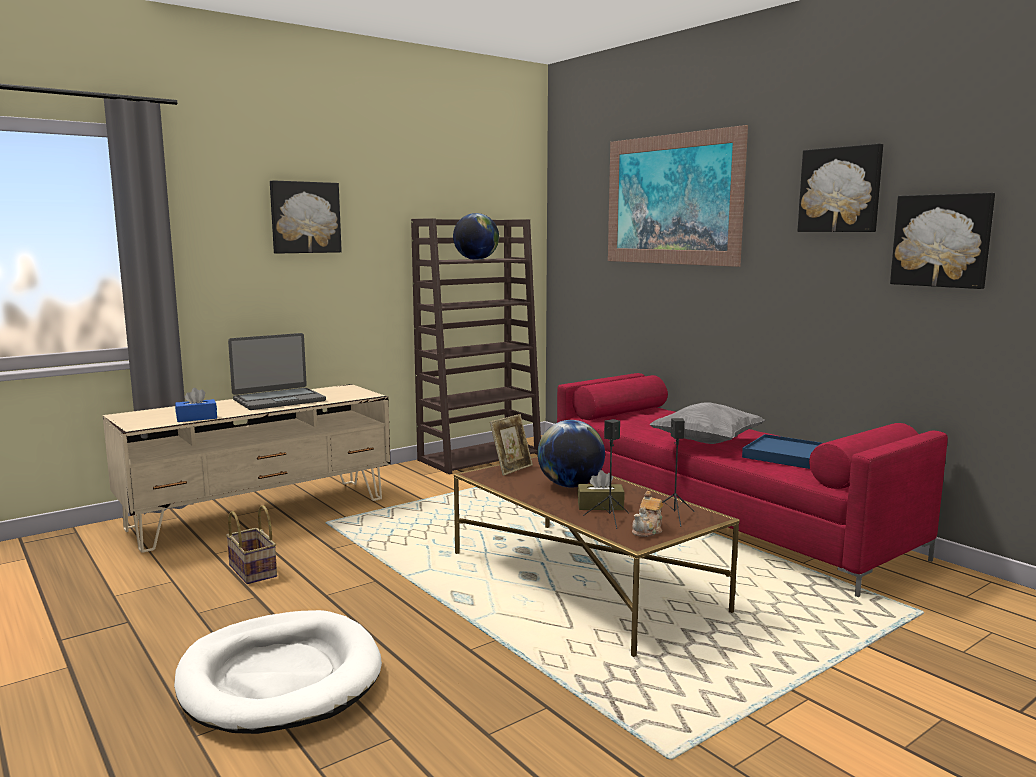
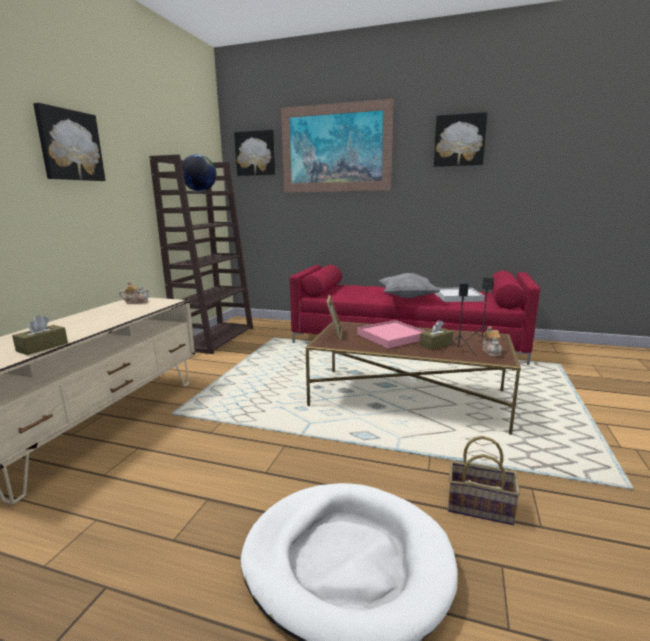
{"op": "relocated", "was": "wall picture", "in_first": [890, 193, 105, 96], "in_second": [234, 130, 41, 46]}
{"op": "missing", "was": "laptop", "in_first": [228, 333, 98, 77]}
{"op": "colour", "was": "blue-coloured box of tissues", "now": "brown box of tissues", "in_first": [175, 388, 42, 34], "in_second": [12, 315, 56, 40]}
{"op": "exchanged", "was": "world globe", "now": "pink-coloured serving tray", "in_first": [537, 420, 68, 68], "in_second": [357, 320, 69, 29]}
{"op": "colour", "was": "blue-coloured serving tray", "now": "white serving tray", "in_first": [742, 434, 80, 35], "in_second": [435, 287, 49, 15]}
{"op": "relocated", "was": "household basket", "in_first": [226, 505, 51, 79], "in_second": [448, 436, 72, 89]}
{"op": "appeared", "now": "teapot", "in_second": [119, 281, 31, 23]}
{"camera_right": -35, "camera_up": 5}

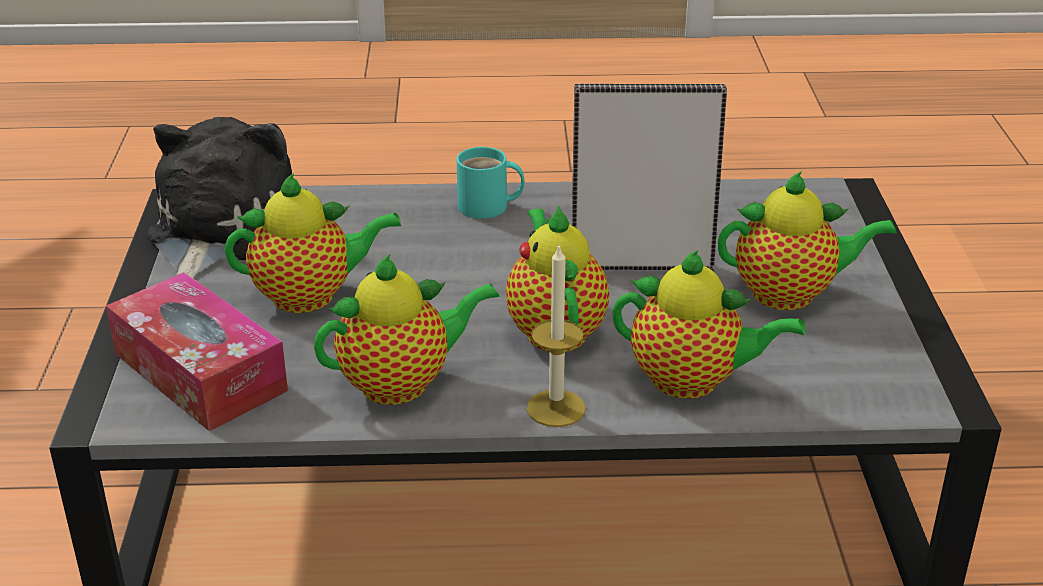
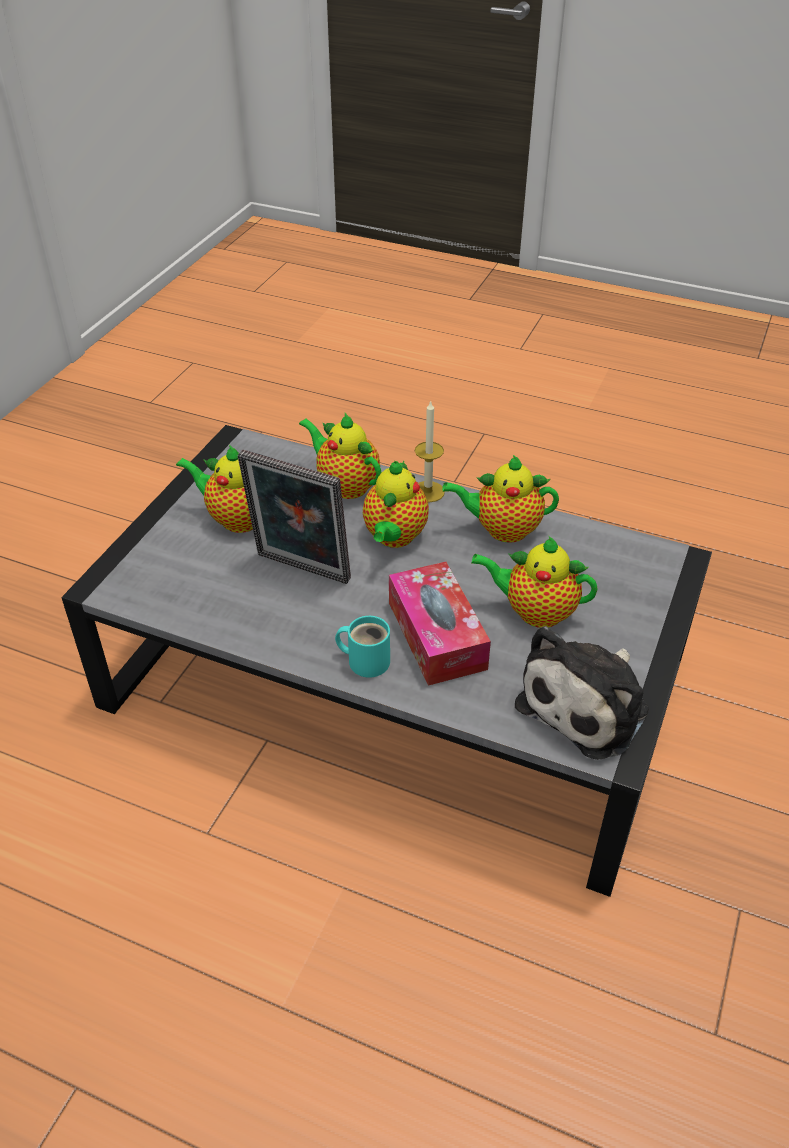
{"op": "relocated", "was": "box of tissues", "in_first": [106, 272, 182, 159], "in_second": [389, 562, 102, 124]}
{"camera_right": -155, "camera_up": 10}

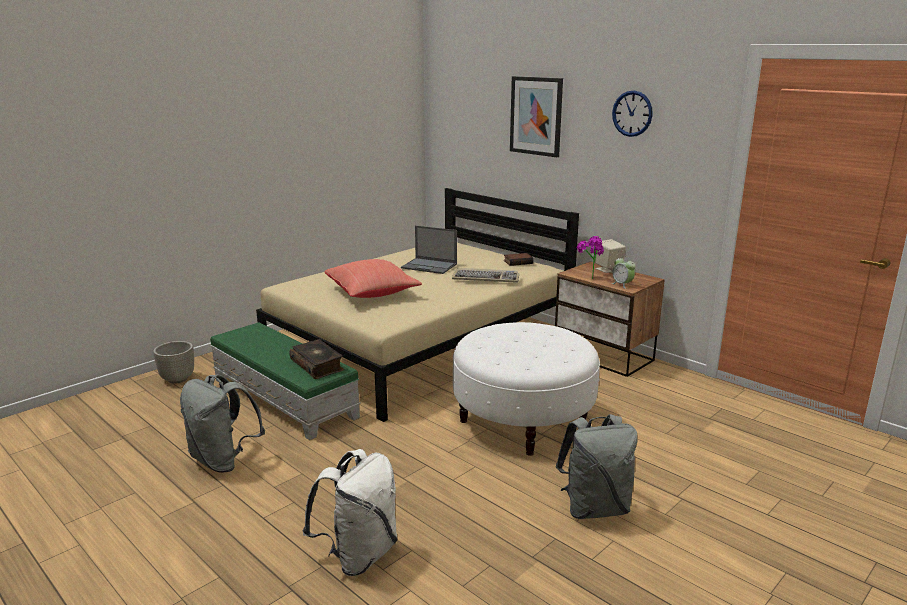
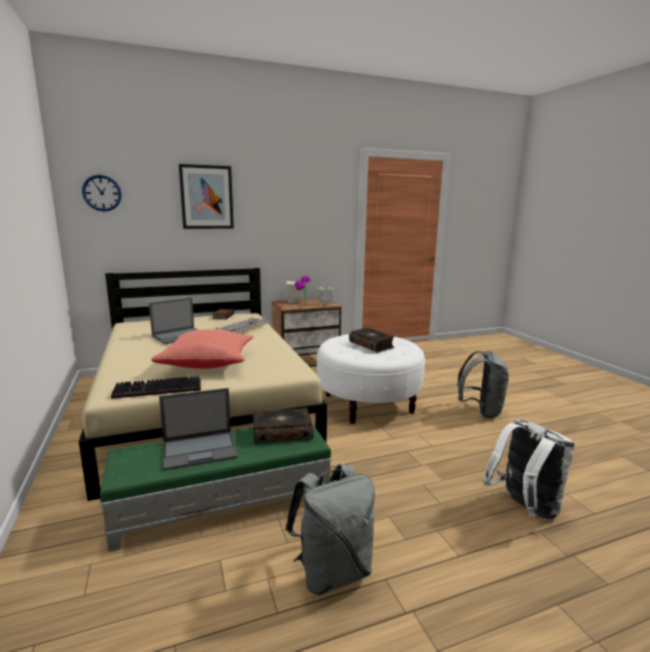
{"op": "relocated", "was": "hanging clock", "in_first": [612, 91, 41, 46], "in_second": [82, 175, 39, 36]}
{"op": "missing", "was": "gray flower pot", "in_first": [153, 341, 41, 43]}
{"op": "appeared", "now": "book", "in_second": [349, 327, 45, 26]}
{"op": "appeared", "now": "PC keyboard", "in_second": [111, 376, 90, 23]}
{"op": "appeared", "now": "laptop", "in_second": [159, 388, 79, 83]}
{"camera_right": -65, "camera_up": -5}

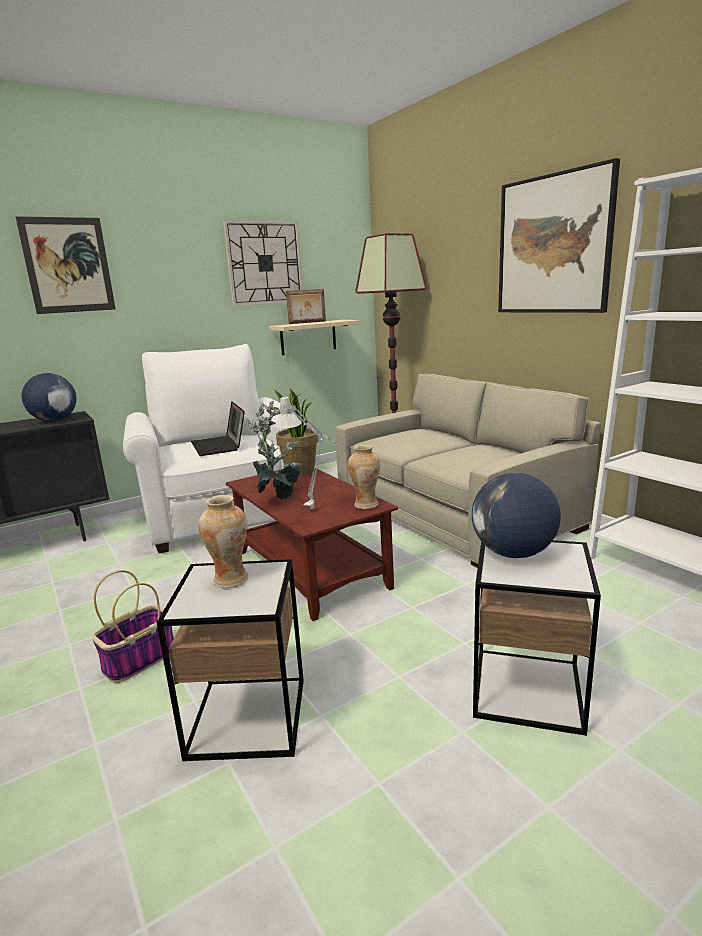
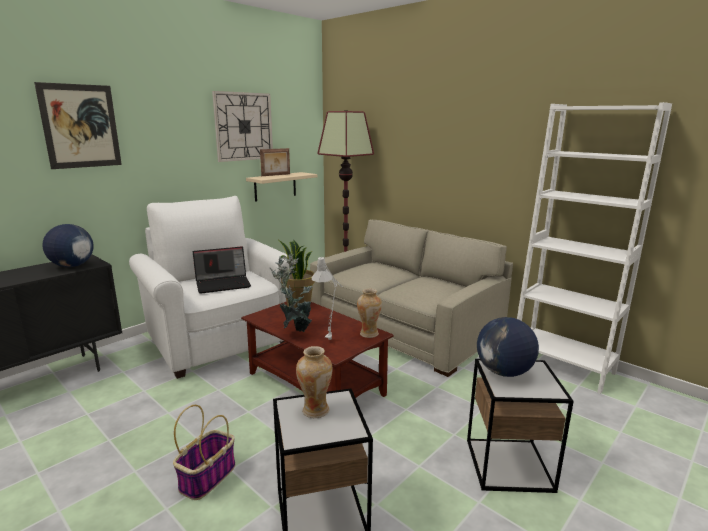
{"op": "missing", "was": "wall picture", "in_first": [498, 158, 122, 155]}
{"op": "spun", "was": "laptop", "in_first": [191, 401, 54, 55], "in_second": [193, 246, 58, 48], "clockwise": -75}
{"camera_right": -15, "camera_up": 0}

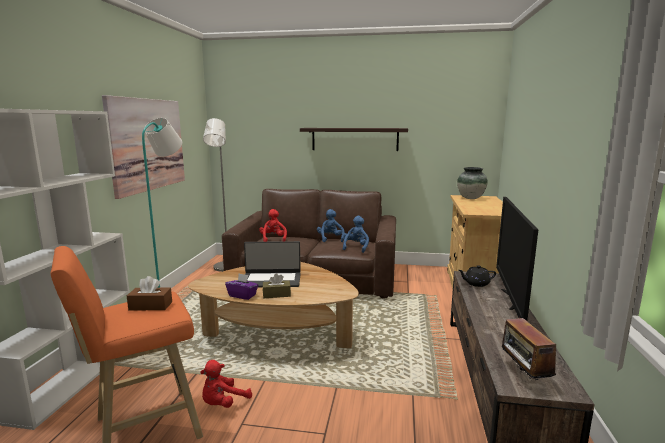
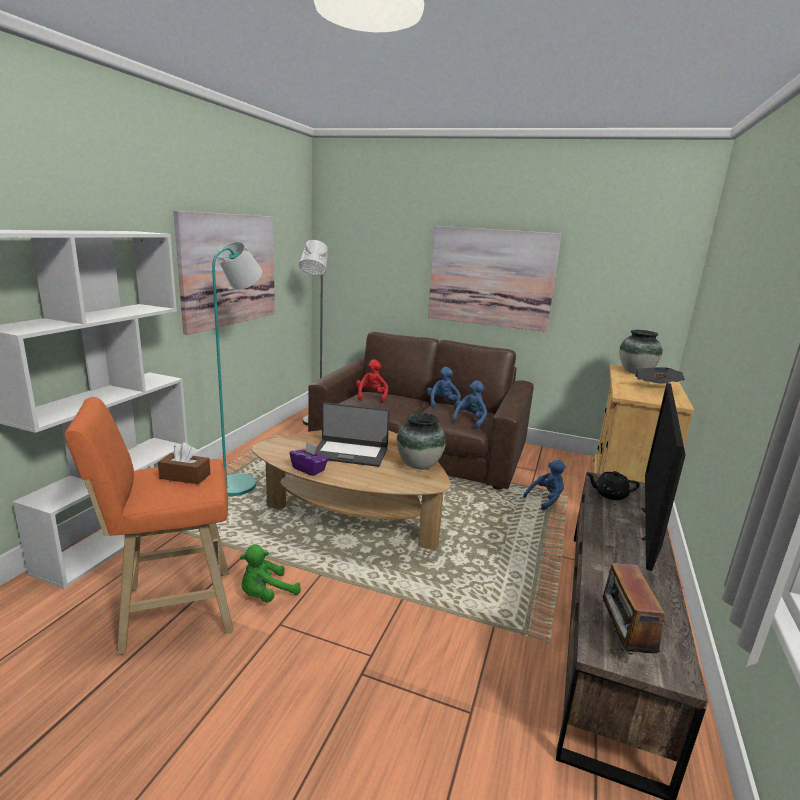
{"op": "exchanged", "was": "wall shelf", "now": "wall picture", "in_first": [300, 128, 108, 23], "in_second": [428, 226, 134, 106]}
{"op": "missing", "was": "brown box of tissues", "in_first": [263, 273, 28, 25]}
{"op": "colour", "was": "red-coloured cuddly toy", "now": "green cuddly toy", "in_first": [200, 360, 52, 48], "in_second": [240, 544, 61, 59]}
{"op": "appeared", "now": "printed paper", "in_second": [634, 367, 51, 17]}
{"op": "appeared", "now": "decorative vase", "in_second": [397, 412, 49, 58]}
{"op": "appeared", "now": "blue-coloured cuddly toy", "in_second": [523, 460, 43, 51]}
{"camera_right": 10, "camera_up": 5}

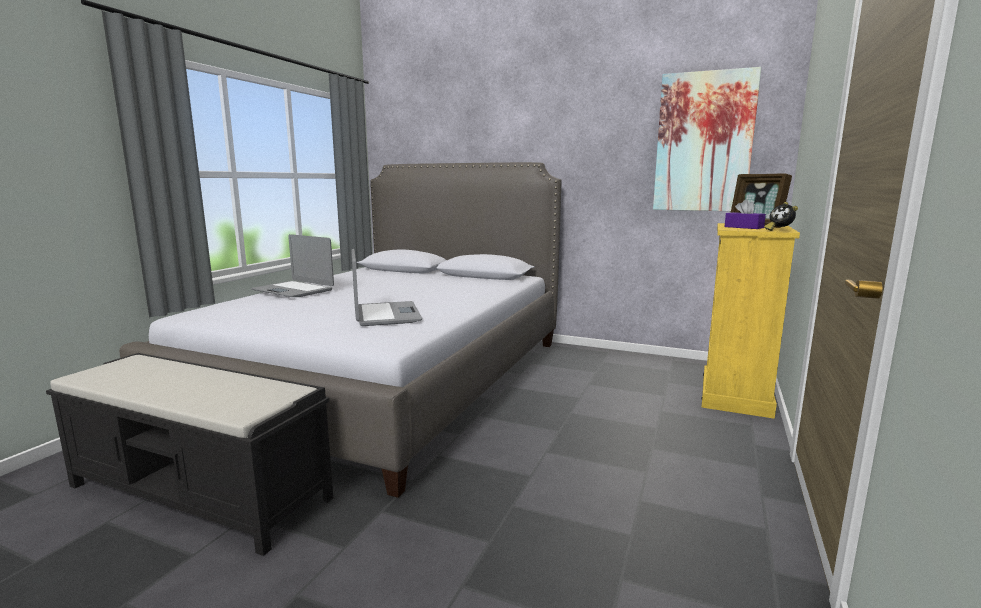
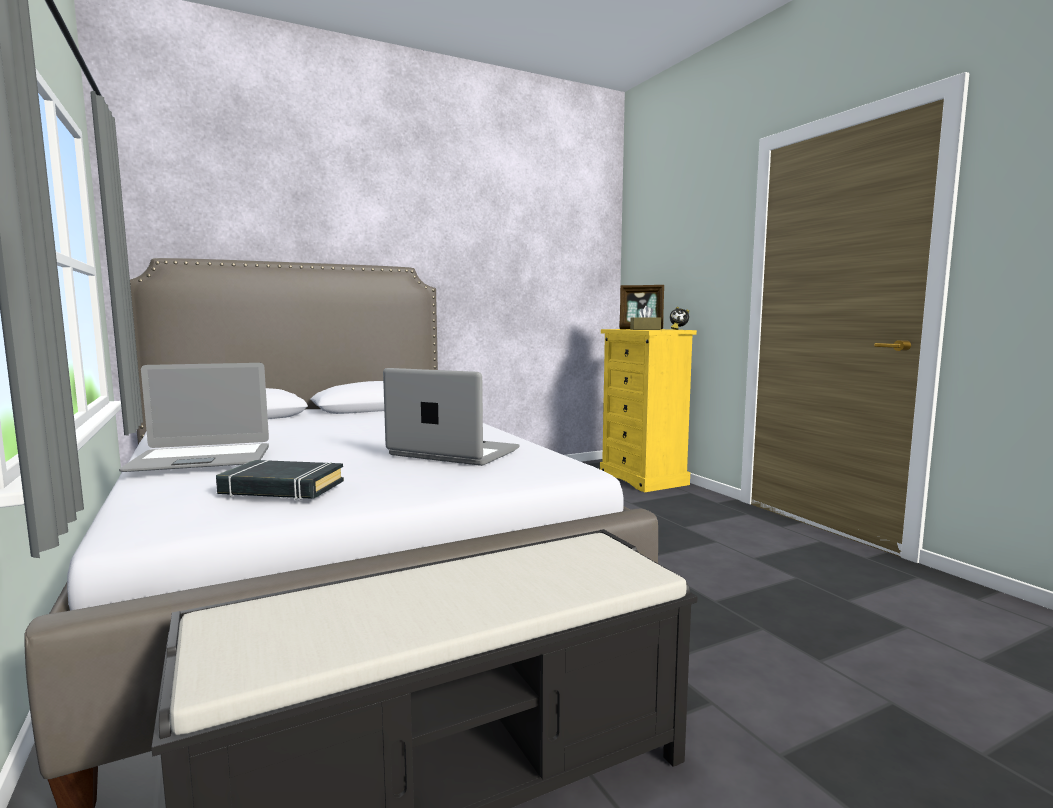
{"op": "missing", "was": "wall picture", "in_first": [653, 67, 108, 144]}
{"op": "colour", "was": "purple box of tissues", "now": "brown box of tissues", "in_first": [725, 199, 41, 30], "in_second": [630, 306, 31, 24]}
{"op": "appeared", "now": "black-coloured book", "in_second": [216, 460, 128, 39]}
{"camera_right": -50, "camera_up": -5}

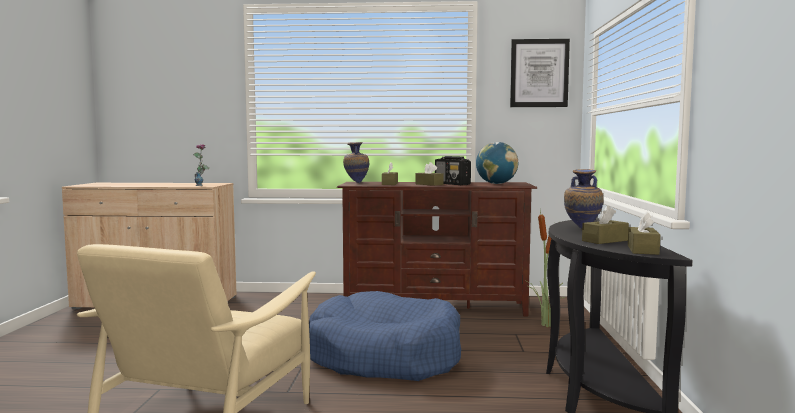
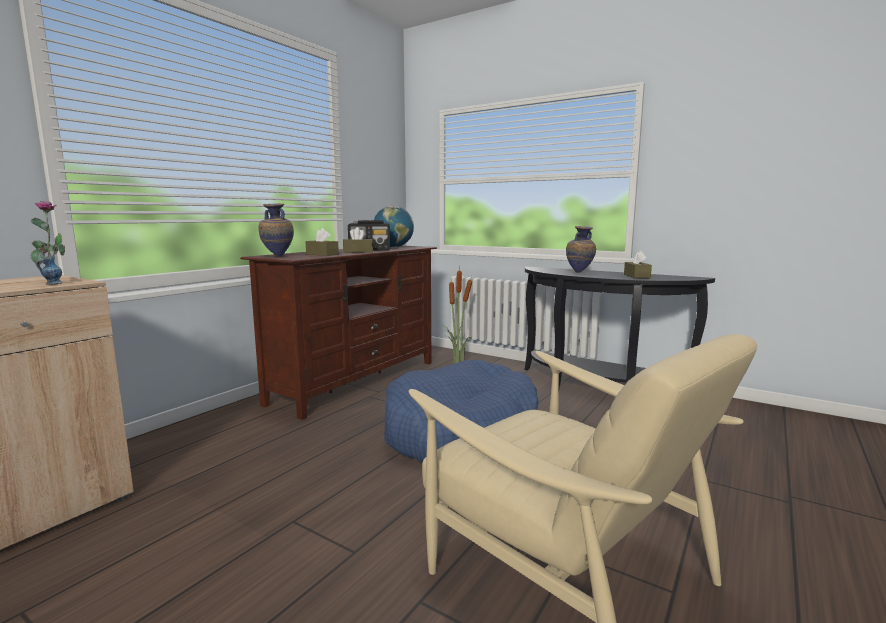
{"op": "missing", "was": "wall picture", "in_first": [510, 39, 60, 68]}
{"op": "missing", "was": "brown box of tissues", "in_first": [628, 211, 32, 44]}
{"camera_right": -60, "camera_up": 5}

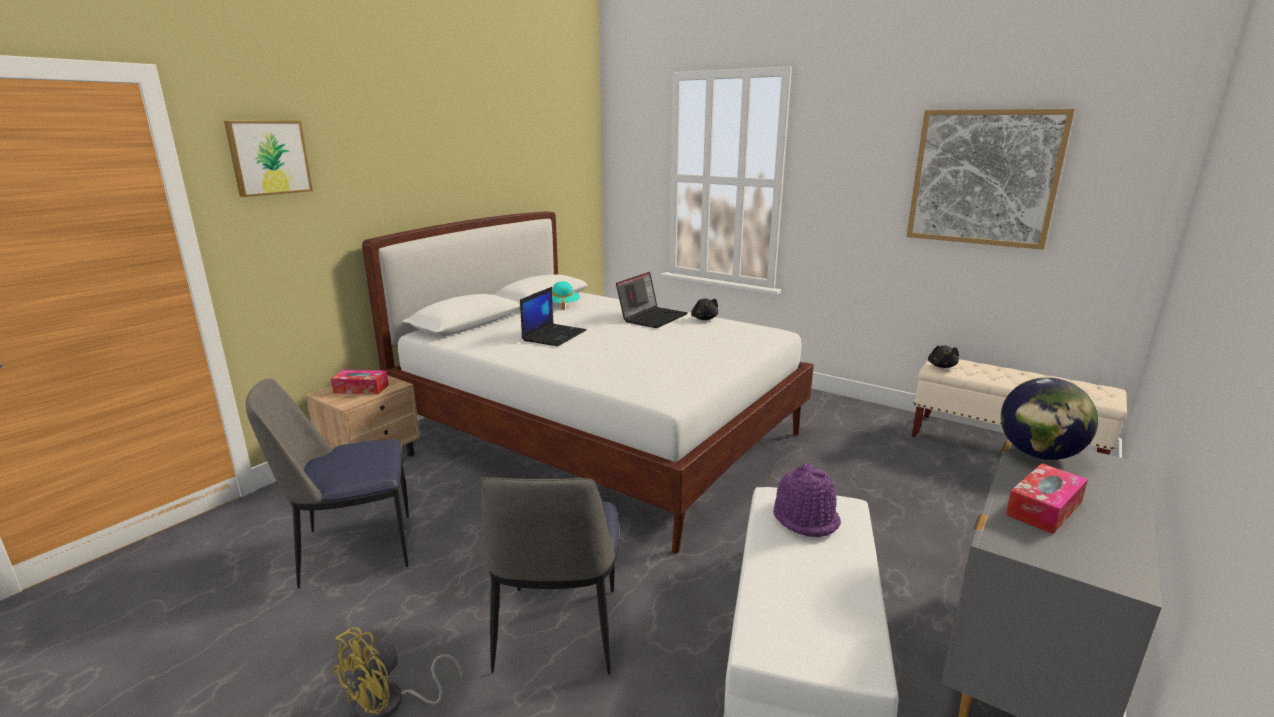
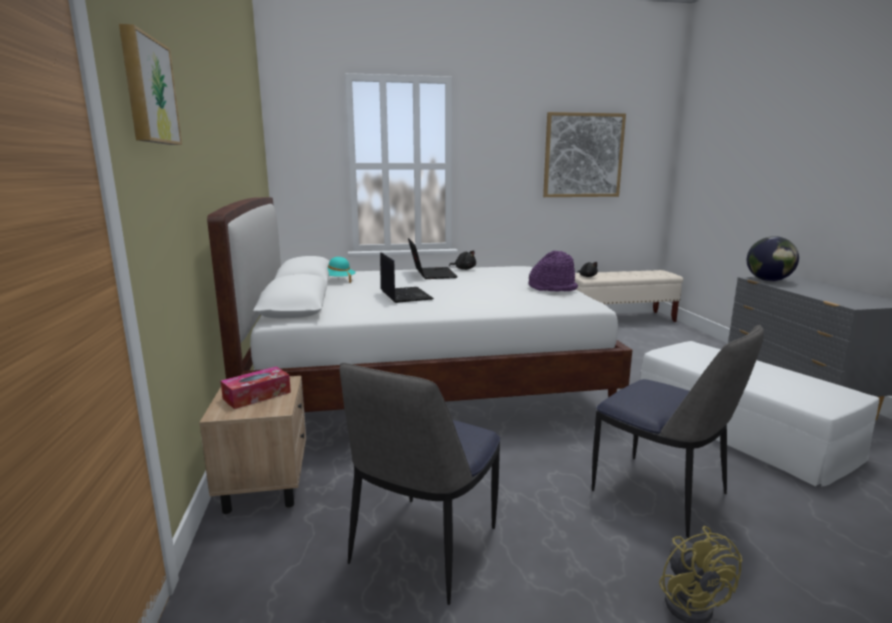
{"op": "relocated", "was": "purple clothing hat", "in_first": [773, 463, 68, 74], "in_second": [529, 251, 49, 41]}
{"op": "missing", "was": "box of tissues", "in_first": [1005, 463, 83, 71]}
{"camera_right": -45, "camera_up": -5}

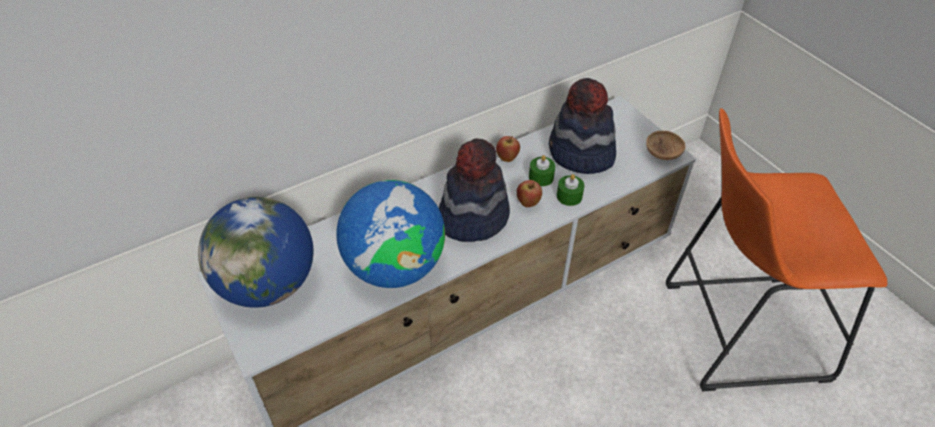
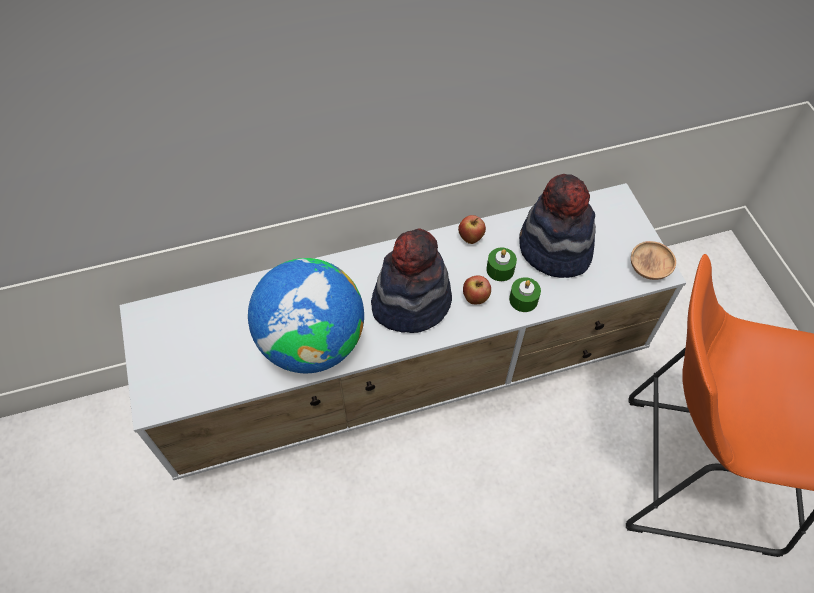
{"op": "missing", "was": "world globe", "in_first": [198, 197, 115, 111]}
{"camera_right": 15, "camera_up": 10}

